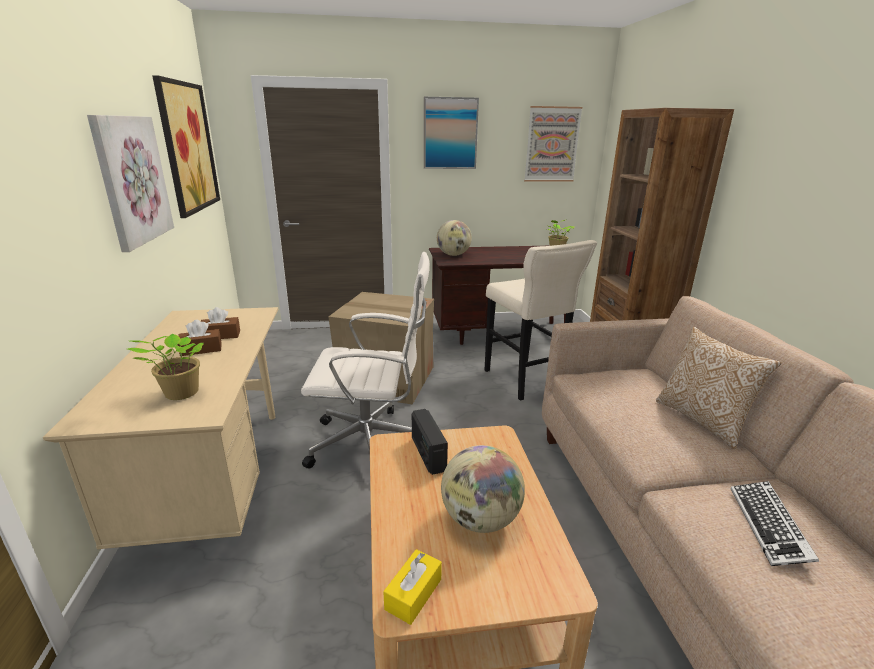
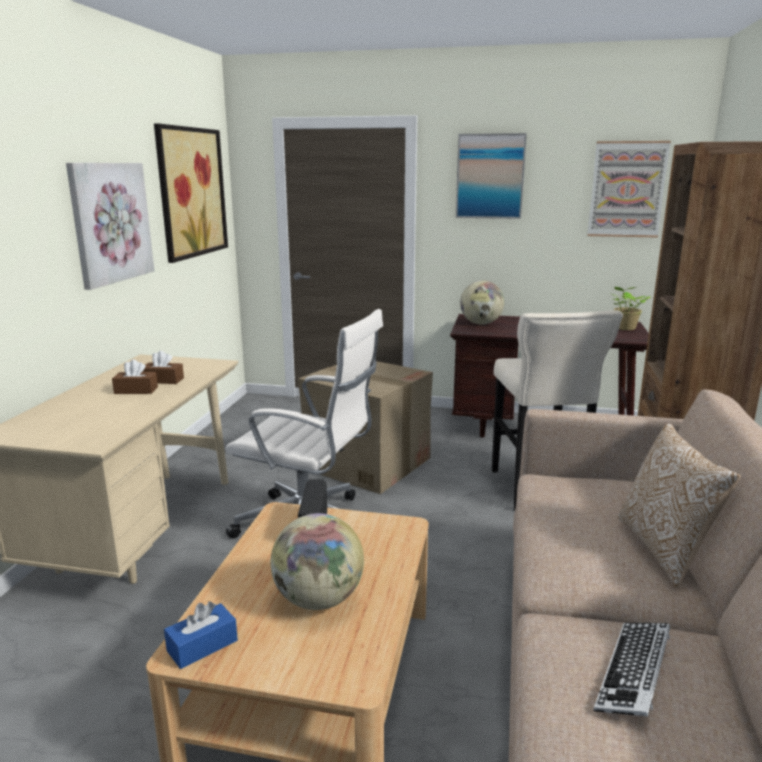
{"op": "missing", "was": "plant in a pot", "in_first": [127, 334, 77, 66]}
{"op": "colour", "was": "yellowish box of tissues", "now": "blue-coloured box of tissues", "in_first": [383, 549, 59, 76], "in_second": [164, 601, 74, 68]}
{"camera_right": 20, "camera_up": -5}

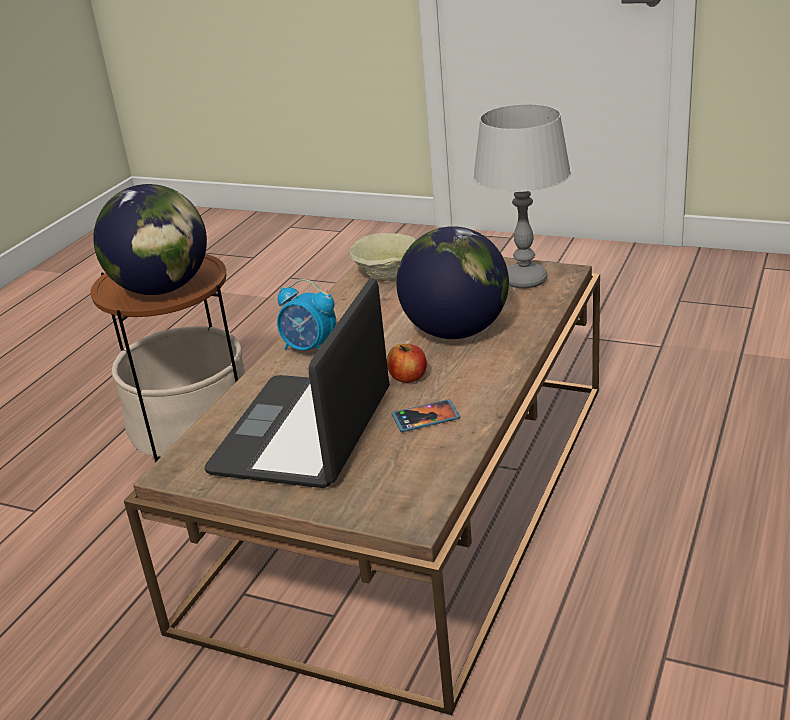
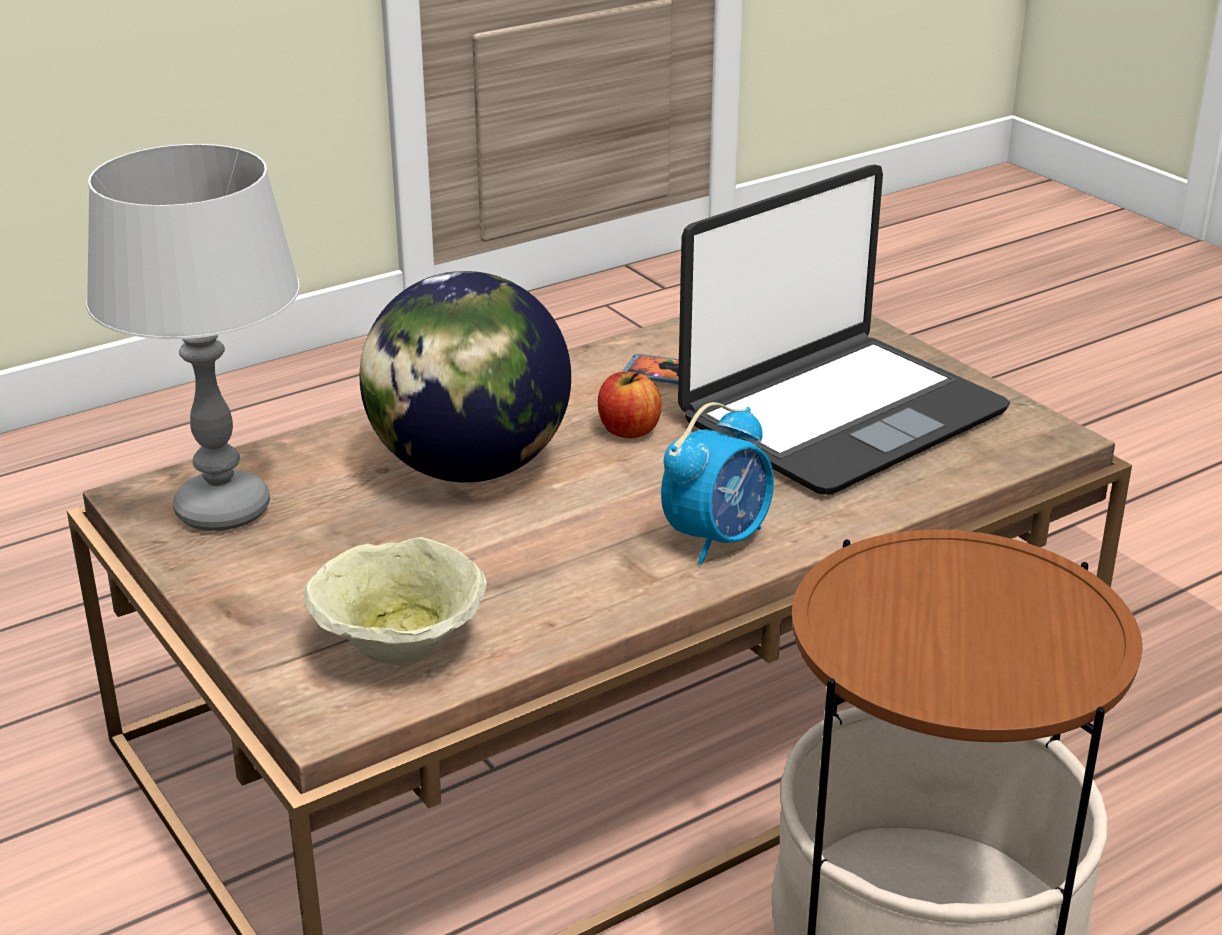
{"op": "missing", "was": "world globe", "in_first": [93, 184, 114, 111]}
{"op": "spun", "was": "bedside clock", "in_first": [277, 279, 59, 71], "in_second": [661, 402, 113, 162], "clockwise": 75}
{"camera_right": -150, "camera_up": 0}

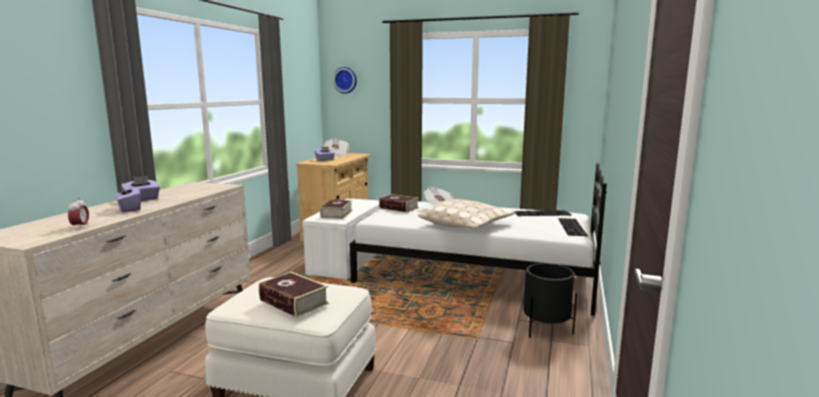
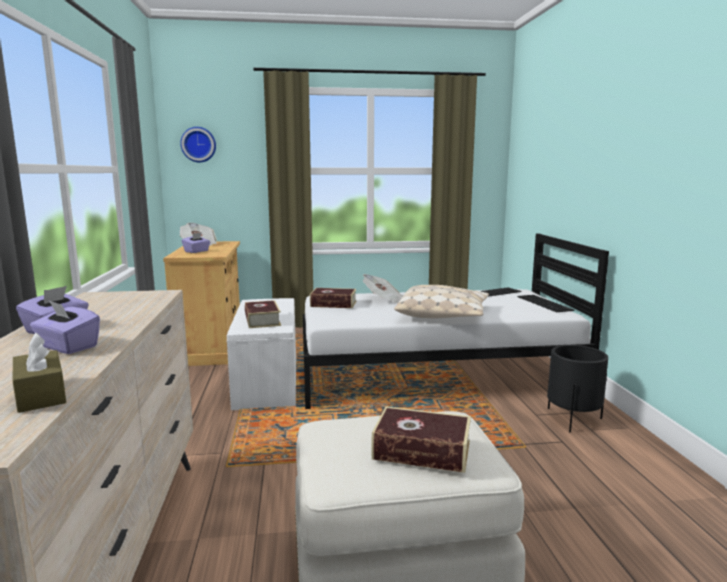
{"op": "exchanged", "was": "bedside clock", "now": "brown box of tissues", "in_first": [68, 197, 21, 32], "in_second": [12, 333, 54, 80]}
{"camera_right": -25, "camera_up": 0}

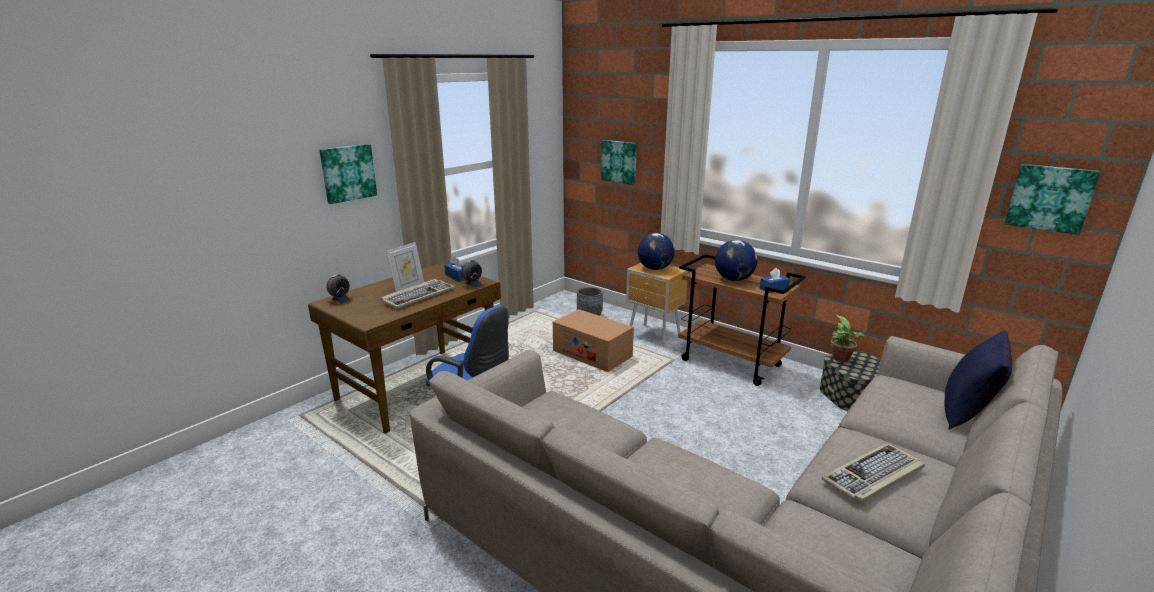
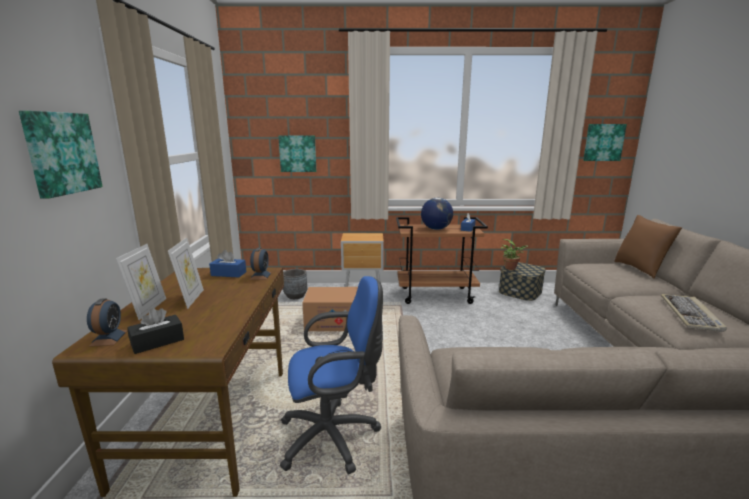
{"op": "missing", "was": "world globe", "in_first": [638, 233, 37, 37]}
{"op": "missing", "was": "PC keyboard", "in_first": [381, 279, 74, 30]}
{"op": "colour", "was": "blue-coloured pillow", "now": "brown pillow", "in_first": [944, 331, 68, 99], "in_second": [614, 215, 68, 64]}
{"op": "appeared", "now": "standing frame", "in_second": [116, 244, 50, 76]}
{"op": "appeared", "now": "black-coloured box of tissues", "in_second": [127, 308, 57, 46]}
{"camera_right": -40, "camera_up": -5}

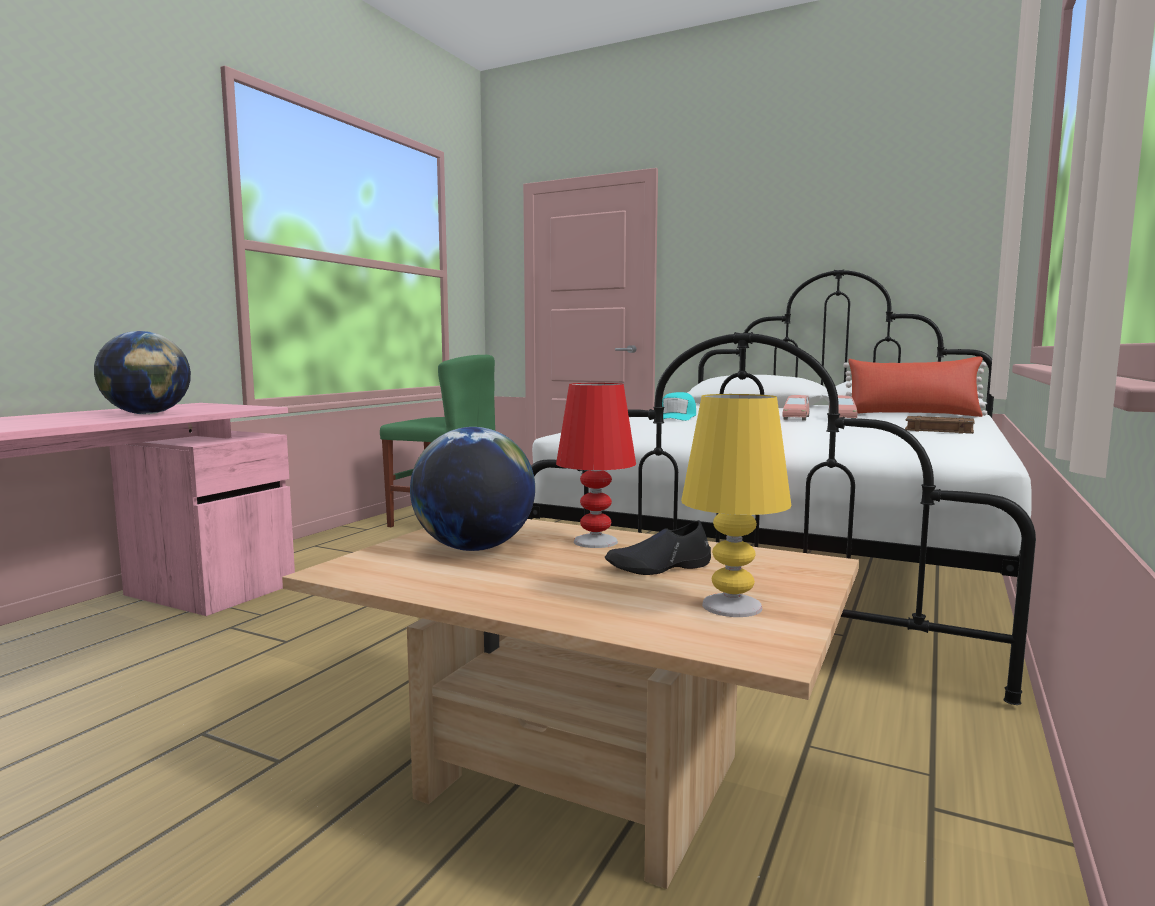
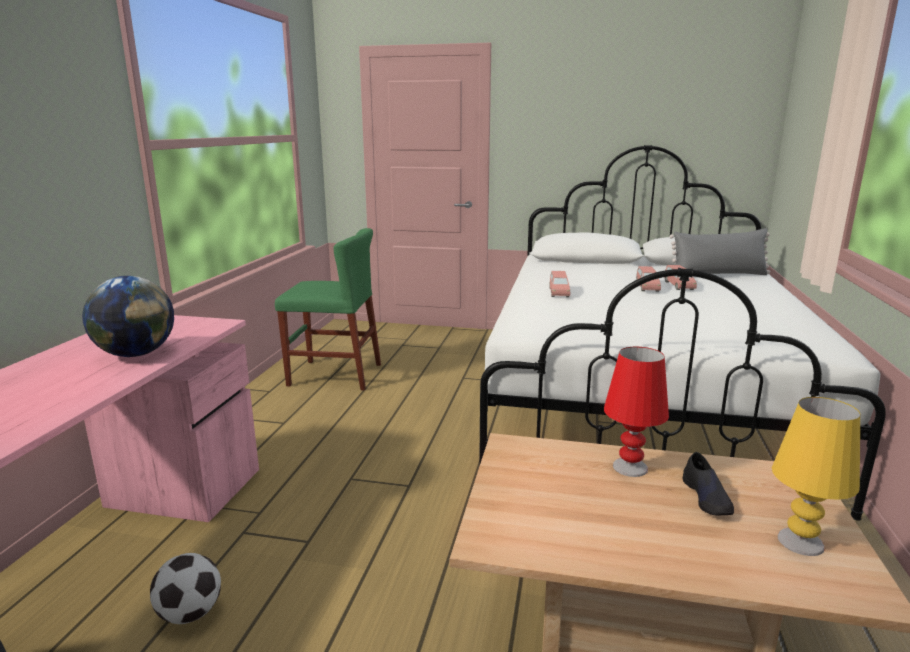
{"op": "colour", "was": "red-coloured pillow", "now": "gray pillow", "in_first": [843, 356, 144, 61], "in_second": [670, 228, 100, 47]}
{"op": "exchanged", "was": "turquoise-coloured baseball cap", "now": "pink-coloured miniature car", "in_first": [662, 392, 34, 29], "in_second": [549, 271, 21, 26]}
{"op": "missing", "was": "brown book", "in_first": [905, 415, 70, 19]}
{"op": "missing", "was": "world globe", "in_first": [410, 427, 125, 124]}
{"op": "spun", "was": "black-coloured shoe", "in_first": [605, 520, 106, 55], "in_second": [683, 452, 51, 63], "clockwise": -60}
{"op": "appeared", "now": "football", "in_second": [150, 553, 71, 71]}
{"camera_right": -15, "camera_up": 10}

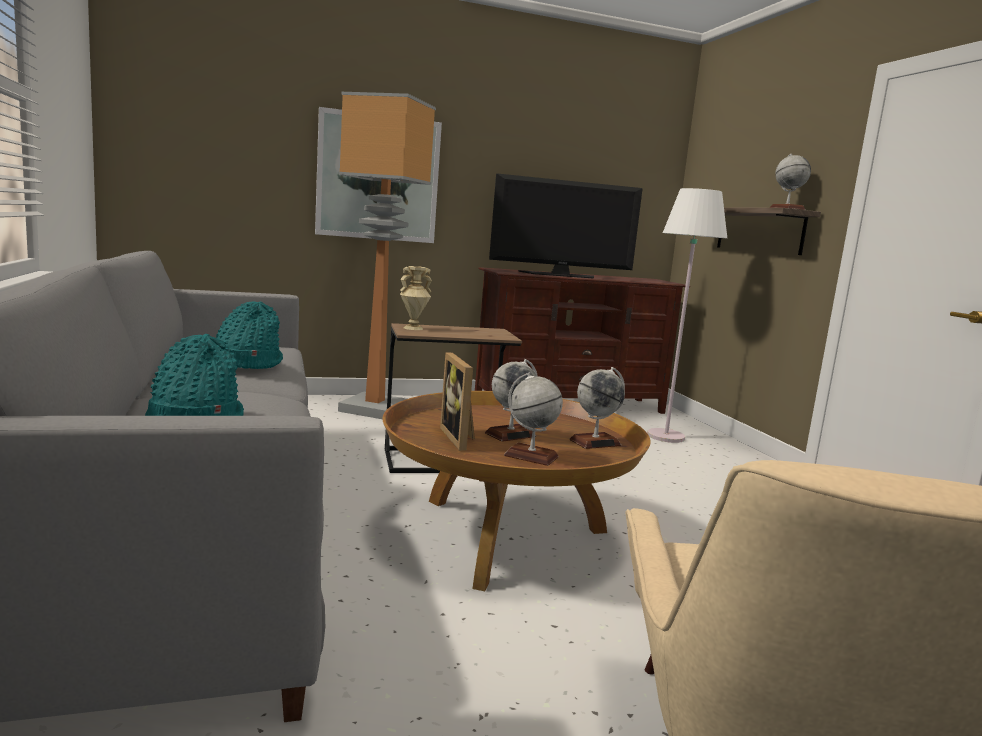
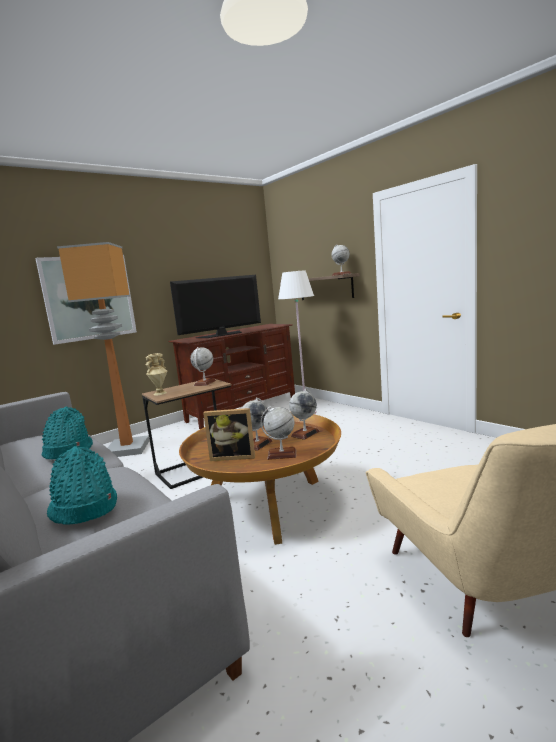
{"op": "spun", "was": "standing frame", "in_first": [440, 353, 35, 98], "in_second": [203, 408, 52, 53], "clockwise": -45}
{"op": "appeared", "now": "world globe", "in_second": [190, 347, 26, 39]}
{"camera_right": -20, "camera_up": 0}

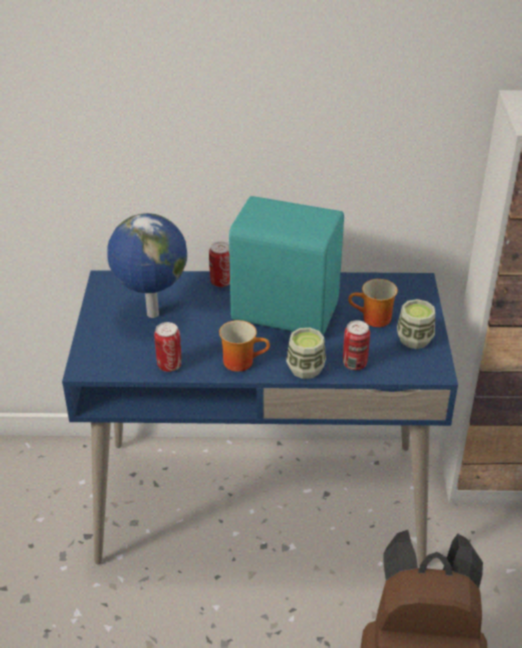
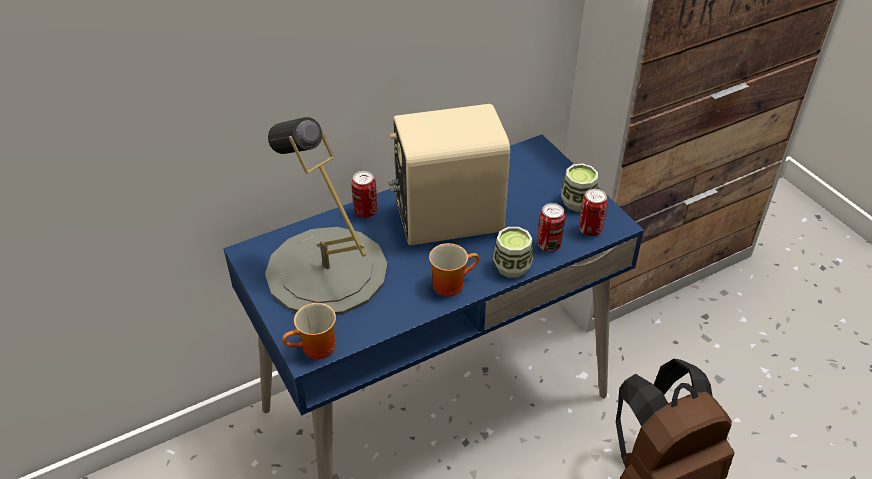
{"op": "colour", "was": "turquoise-coloured speaker", "now": "beige speaker", "in_first": [229, 196, 115, 140], "in_second": [388, 104, 122, 141]}
{"op": "exchanged", "was": "world globe", "now": "gray tabletop lamp", "in_first": [107, 213, 80, 105], "in_second": [265, 117, 122, 198]}
{"op": "relocated", "was": "coffee mug", "in_first": [348, 279, 50, 48], "in_second": [282, 303, 54, 56]}
{"op": "relocated", "was": "metal can", "in_first": [154, 322, 28, 50], "in_second": [579, 188, 29, 48]}
{"camera_right": -30, "camera_up": 5}

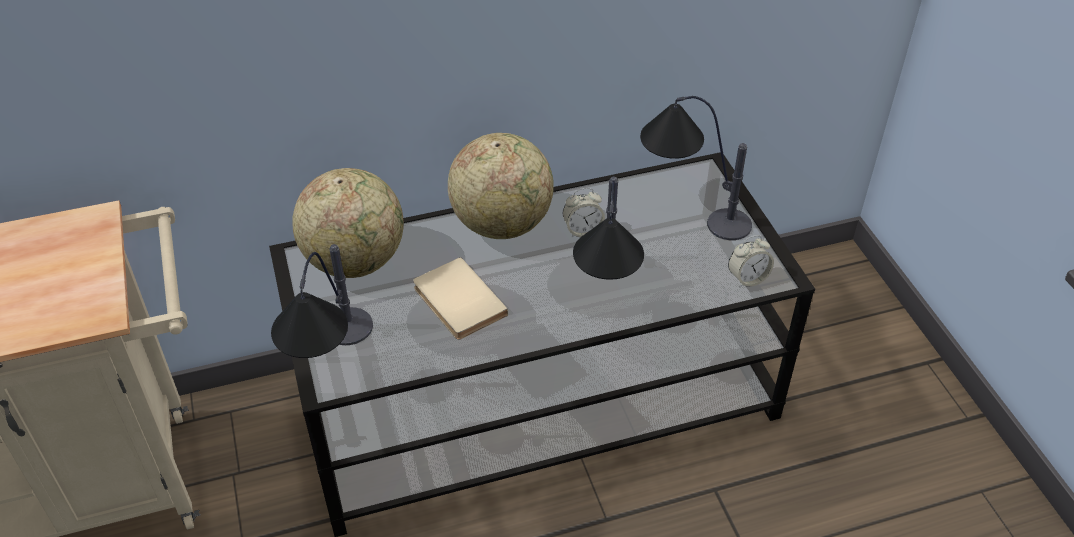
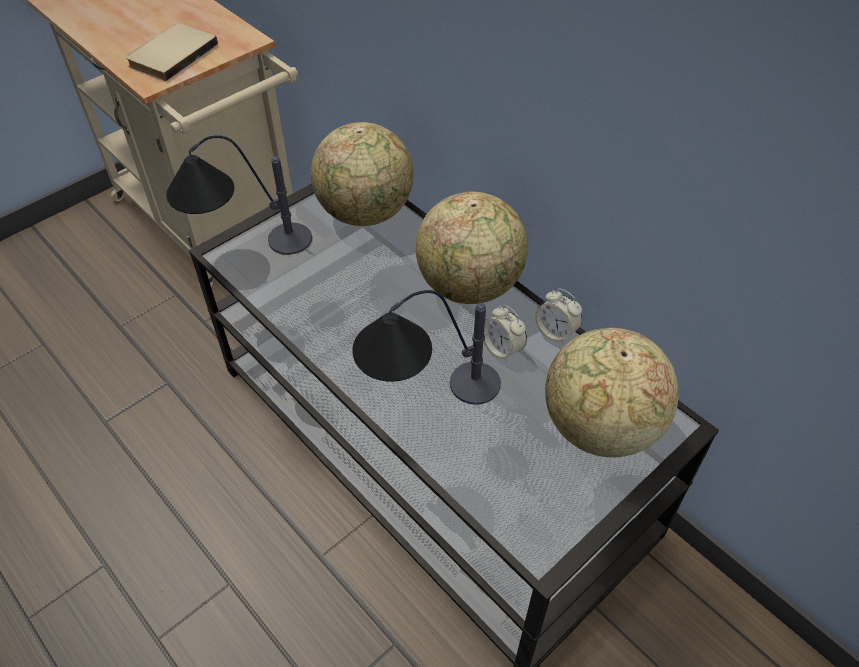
{"op": "exchanged", "was": "tabletop lamp", "now": "world globe", "in_first": [640, 96, 112, 144], "in_second": [545, 327, 134, 131]}
{"op": "relocated", "was": "bedside clock", "in_first": [728, 235, 46, 53], "in_second": [535, 289, 47, 56]}
{"op": "relocated", "was": "beige book", "in_first": [413, 257, 95, 83], "in_second": [126, 23, 92, 58]}
{"camera_right": 65, "camera_up": 5}

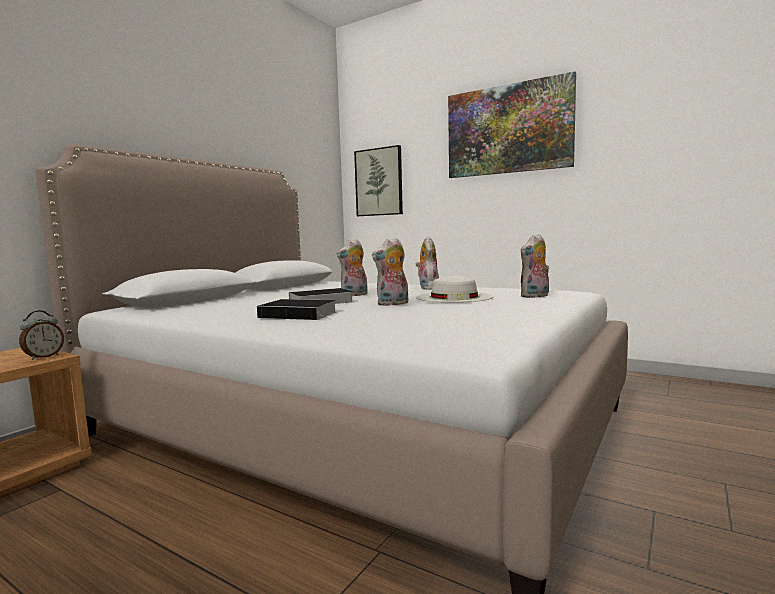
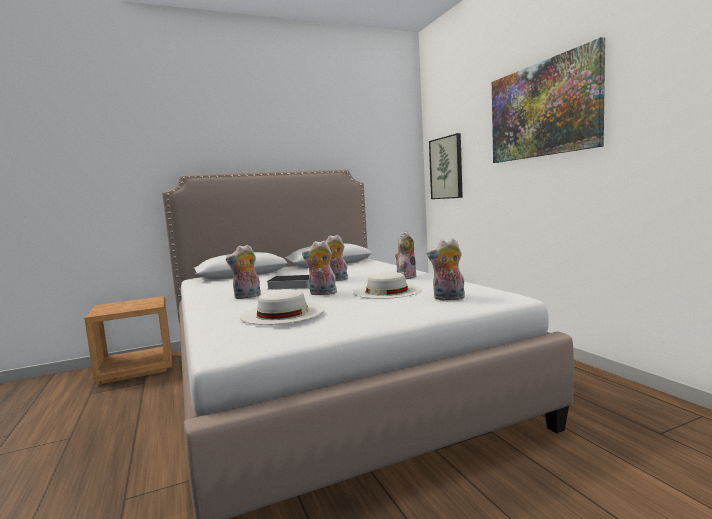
{"op": "exchanged", "was": "book", "now": "cuddly toy", "in_first": [257, 299, 79, 21], "in_second": [226, 245, 35, 54]}
{"op": "missing", "was": "bedside clock", "in_first": [19, 311, 45, 49]}
{"op": "appeared", "now": "white clothing hat", "in_second": [240, 289, 84, 36]}
{"camera_right": 35, "camera_up": 0}

